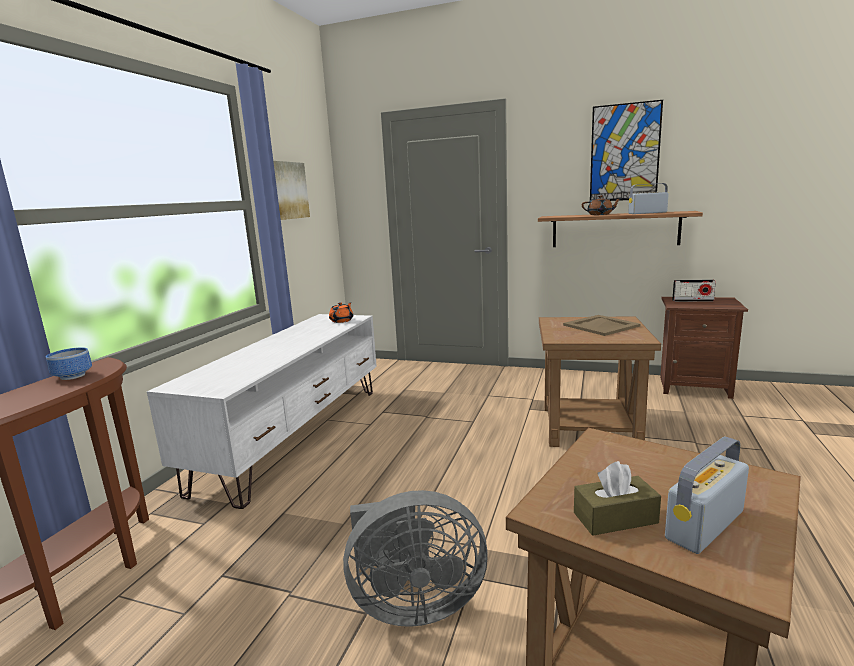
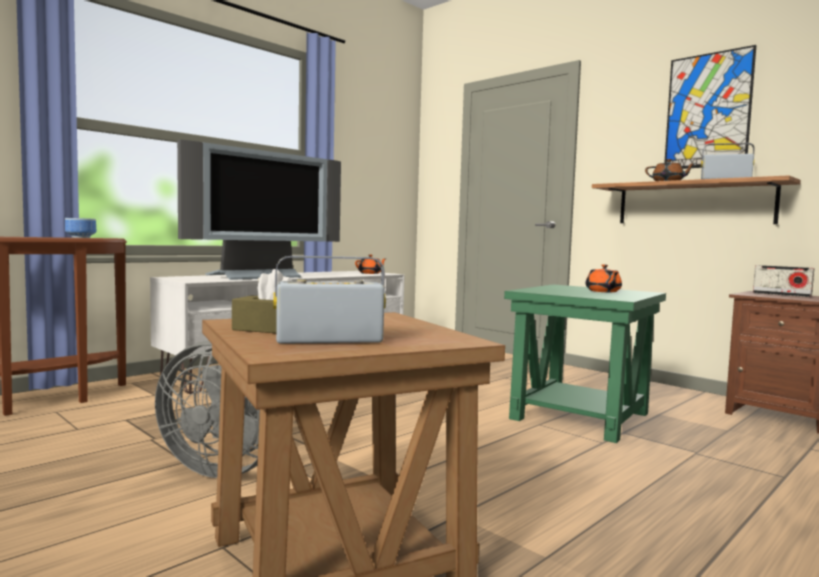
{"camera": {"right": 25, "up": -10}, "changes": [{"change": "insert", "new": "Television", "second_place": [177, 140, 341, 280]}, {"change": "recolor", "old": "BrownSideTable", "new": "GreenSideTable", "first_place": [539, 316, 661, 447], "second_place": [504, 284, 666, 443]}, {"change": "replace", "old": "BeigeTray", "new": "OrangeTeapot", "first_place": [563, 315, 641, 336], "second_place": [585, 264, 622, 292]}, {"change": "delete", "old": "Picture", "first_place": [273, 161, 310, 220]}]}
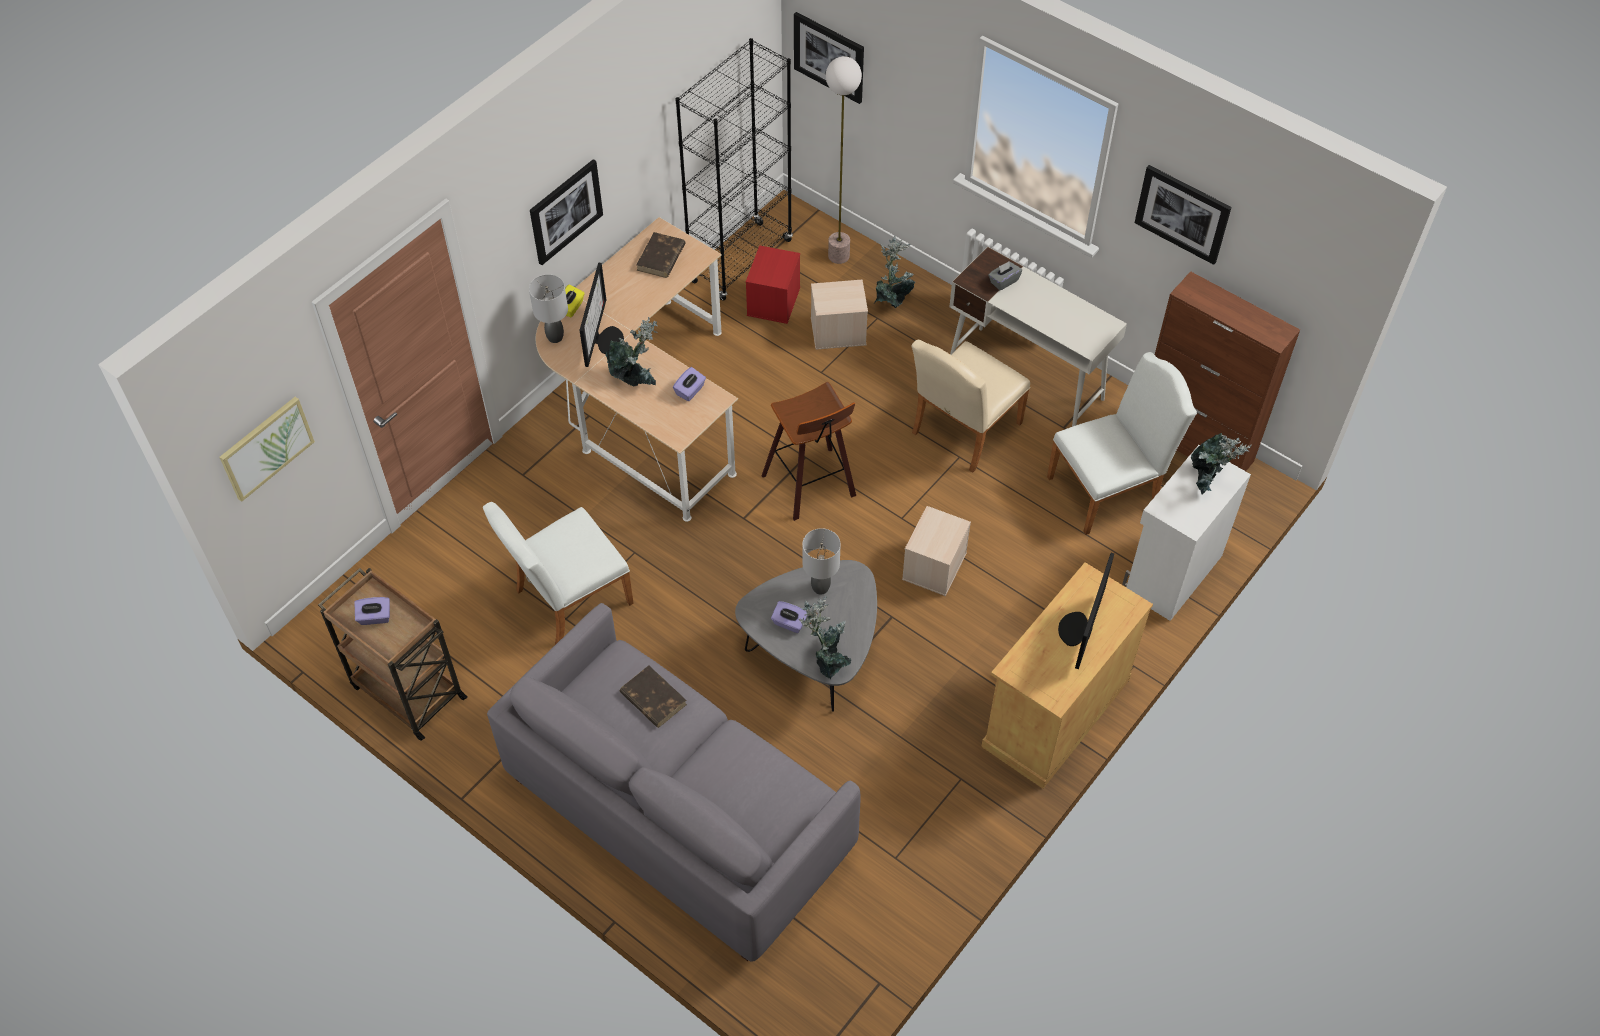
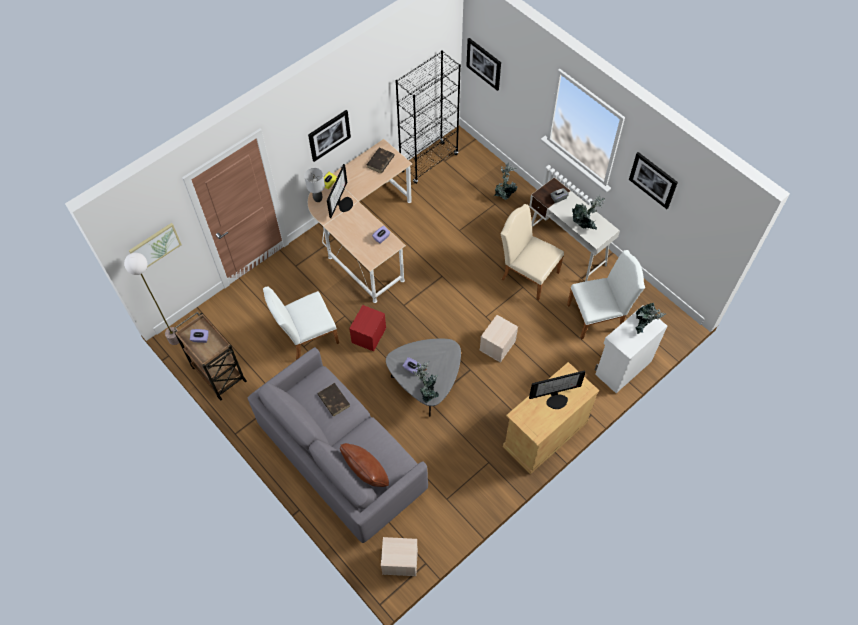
{"camera": {"right": 10, "up": 5}, "changes": [{"change": "move", "old": "FloorLamp", "first_place": [826, 56, 862, 264], "second_place": [124, 253, 179, 345]}, {"change": "insert", "new": "BrownPillow", "second_place": [340, 443, 389, 487]}, {"change": "move", "old": "RedStorageBox", "first_place": [746, 245, 800, 324], "second_place": [349, 305, 386, 352]}, {"change": "move", "old": "BeigeStorageBox", "first_place": [811, 280, 868, 350], "second_place": [381, 537, 418, 576]}, {"change": "rotate", "old": "BeigeChair", "first_place": [911, 339, 1030, 473], "second_place": [501, 204, 564, 301], "degrees": 75}, {"change": "rotate", "old": "Monitor", "first_place": [1058, 553, 1114, 669], "second_place": [529, 370, 585, 409], "degrees": -135}, {"change": "move", "old": "PottedPlant", "first_place": [605, 317, 658, 386], "second_place": [572, 195, 605, 230]}, {"change": "delete", "old": "Stool", "first_place": [762, 382, 856, 521]}, {"change": "delete", "old": "GreyTableLamp", "first_place": [803, 528, 841, 595]}, {"change": "delete", "old": "BrownCabinet", "first_place": [1155, 271, 1300, 471]}]}
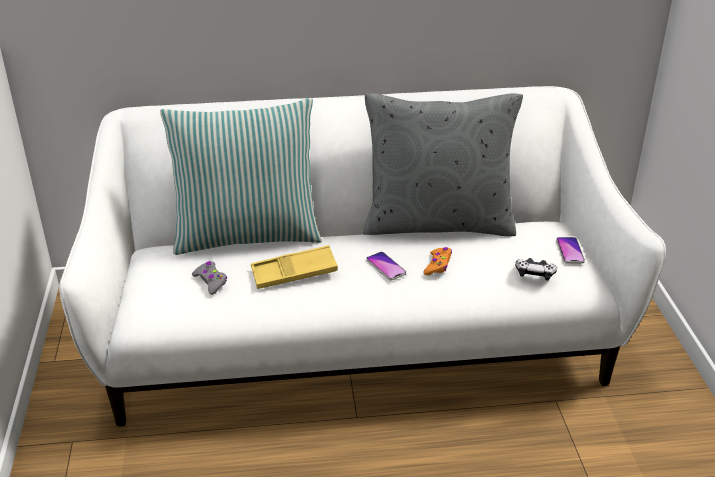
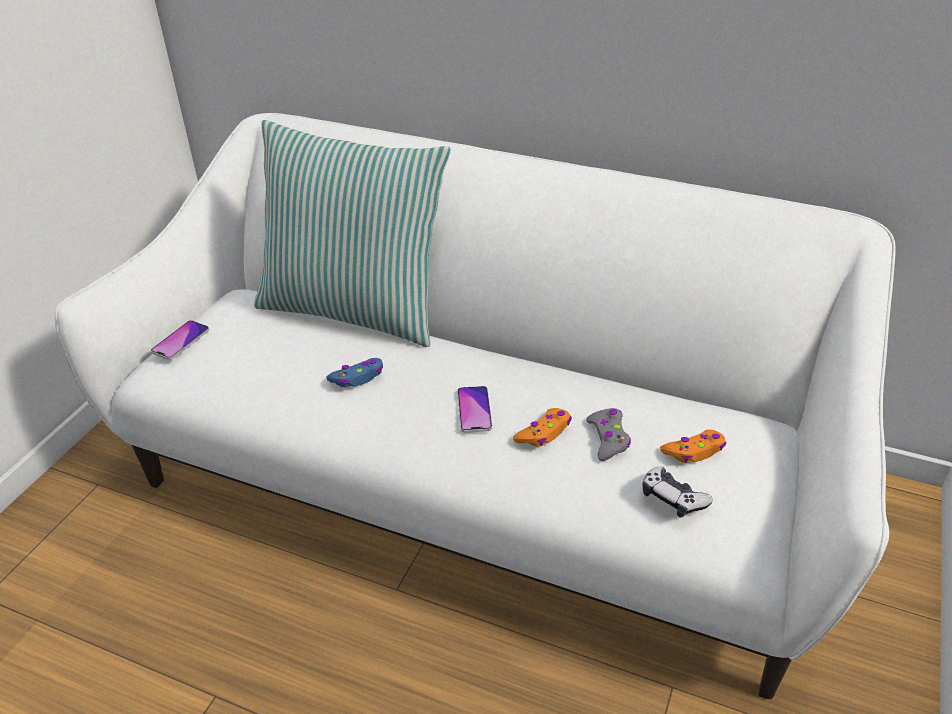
{"camera": {"right": 30, "up": 5}, "changes": [{"change": "move", "old": "Phone", "first_place": [556, 237, 585, 263], "second_place": [151, 320, 209, 360]}, {"change": "replace", "old": "YellowTray", "new": "BlueGameController", "first_place": [251, 245, 338, 289], "second_place": [326, 358, 383, 387]}, {"change": "move", "old": "GreyGameController", "first_place": [192, 261, 227, 295], "second_place": [586, 408, 631, 461]}, {"change": "insert", "new": "OrangeGameController", "second_place": [660, 429, 726, 463]}, {"change": "delete", "old": "GreyPillow", "first_place": [363, 93, 523, 236]}]}
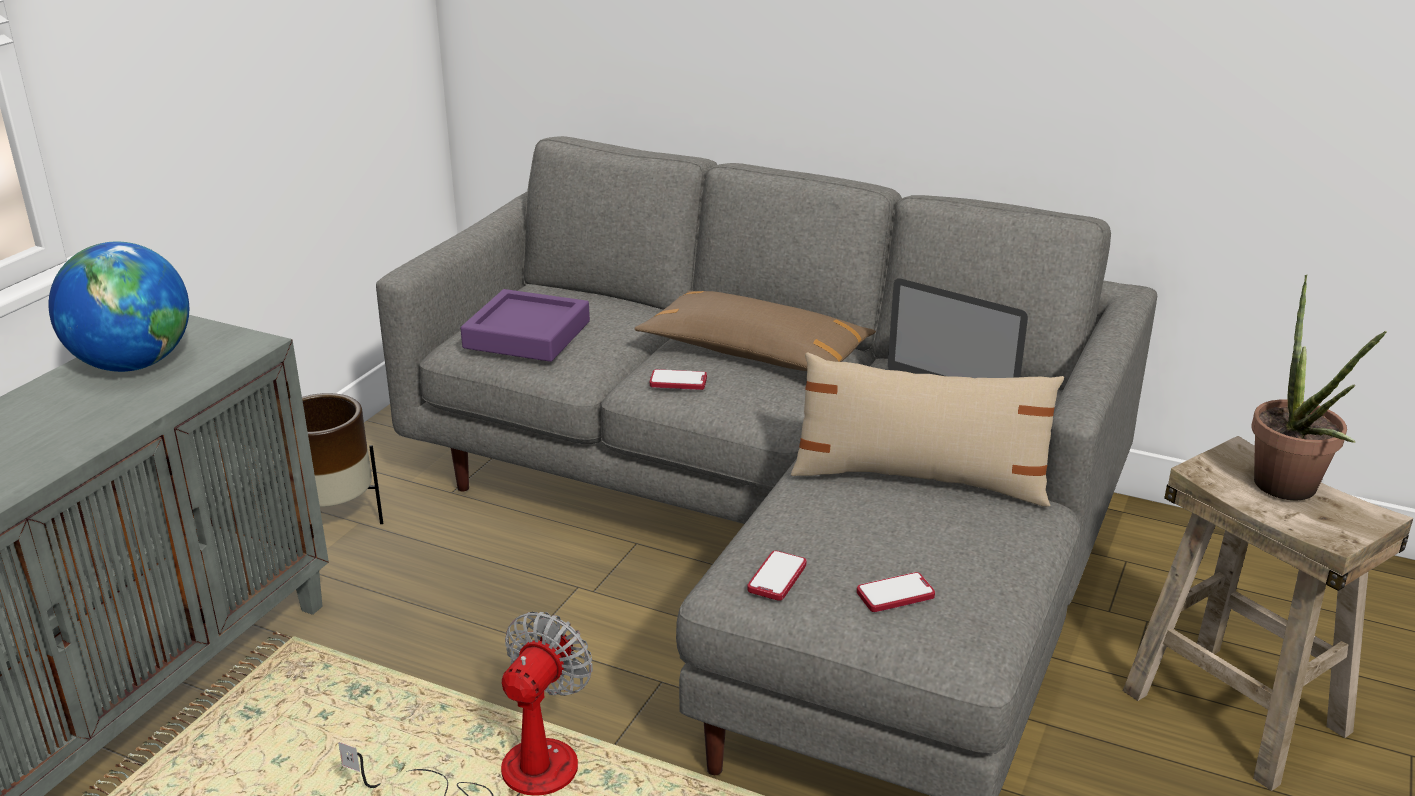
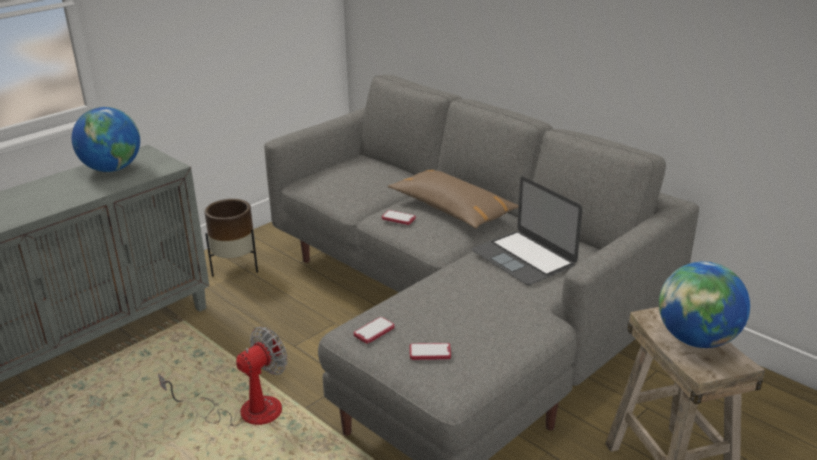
{"camera": {"right": 20, "up": 0}, "changes": [{"change": "replace", "old": "PottedPlant", "new": "Globe", "first_place": [1252, 275, 1387, 500], "second_place": [659, 262, 750, 348]}, {"change": "delete", "old": "PurpleTray", "first_place": [461, 289, 590, 362]}, {"change": "delete", "old": "BeigePillow", "first_place": [791, 352, 1064, 507]}]}
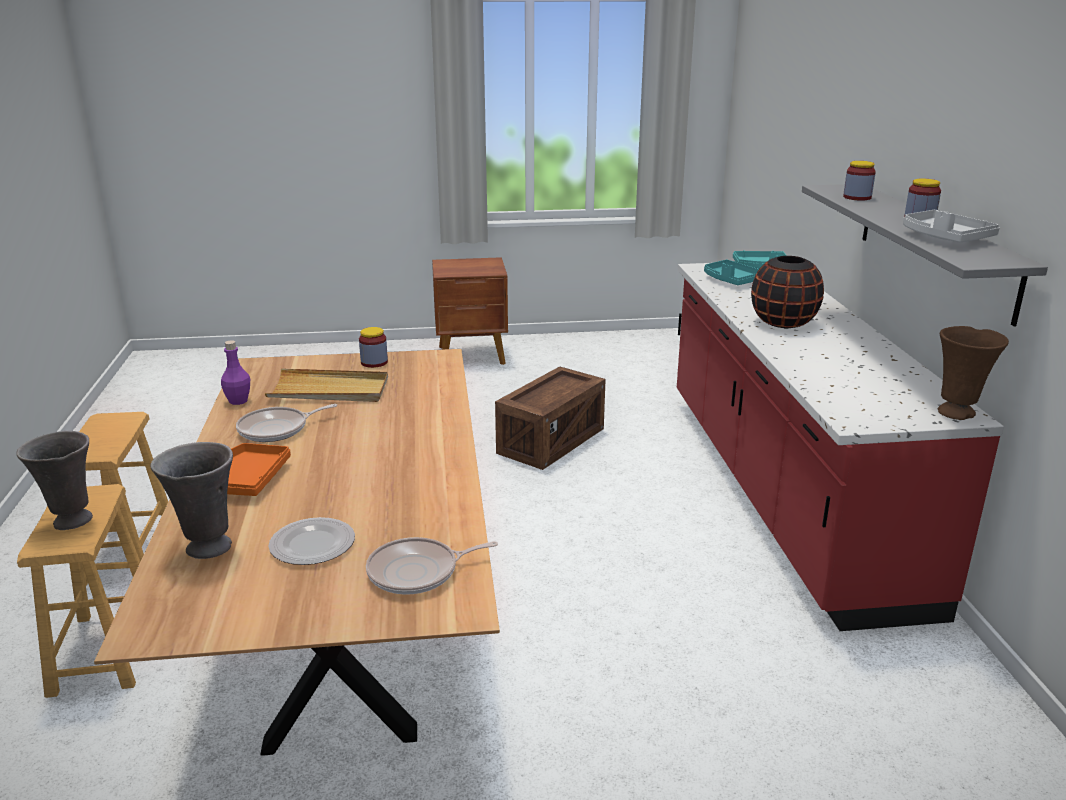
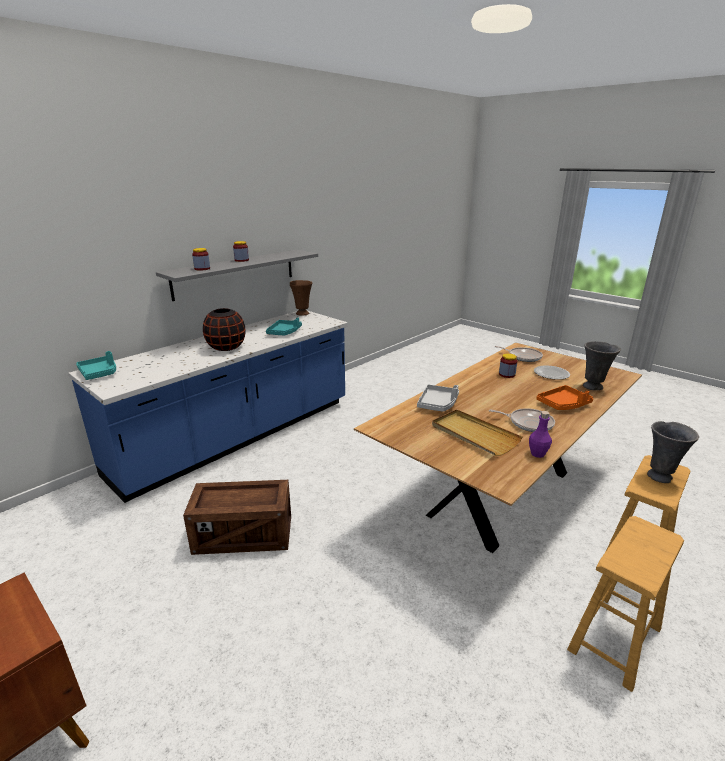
{"camera": {"right": -130, "up": 0}, "changes": [{"change": "recolor", "old": "RedCounter", "new": "BlueCounter", "first_place": [677, 263, 1004, 631], "second_place": [69, 311, 348, 503]}, {"change": "move", "old": "TurquoiseTray", "first_place": [704, 260, 759, 285], "second_place": [266, 318, 302, 335]}, {"change": "move", "old": "GreyTray", "first_place": [903, 210, 1000, 243], "second_place": [417, 384, 459, 412]}, {"change": "move", "old": "Jar", "first_place": [359, 327, 388, 368], "second_place": [499, 353, 517, 378]}]}
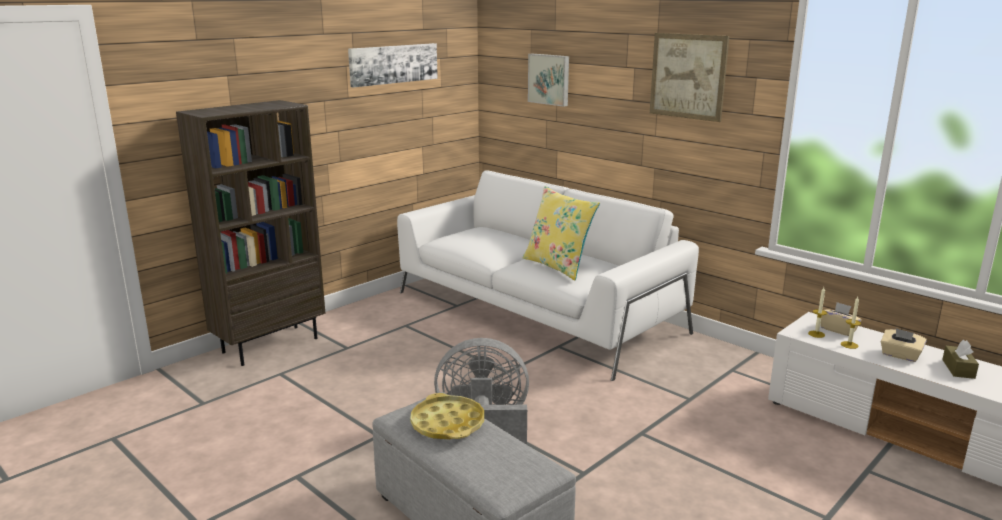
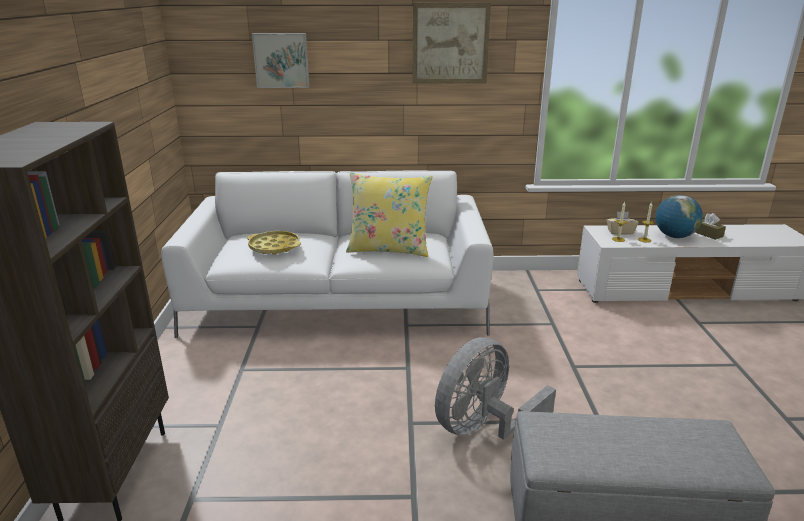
{"camera": {"right": -45, "up": 5}, "changes": [{"change": "move", "old": "YellowTray", "first_place": [410, 393, 484, 440], "second_place": [247, 231, 301, 255]}, {"change": "replace", "old": "BeigeTissueBox", "new": "Globe", "first_place": [881, 328, 927, 362], "second_place": [655, 195, 703, 238]}, {"change": "delete", "old": "Picture", "first_place": [348, 43, 438, 88]}]}
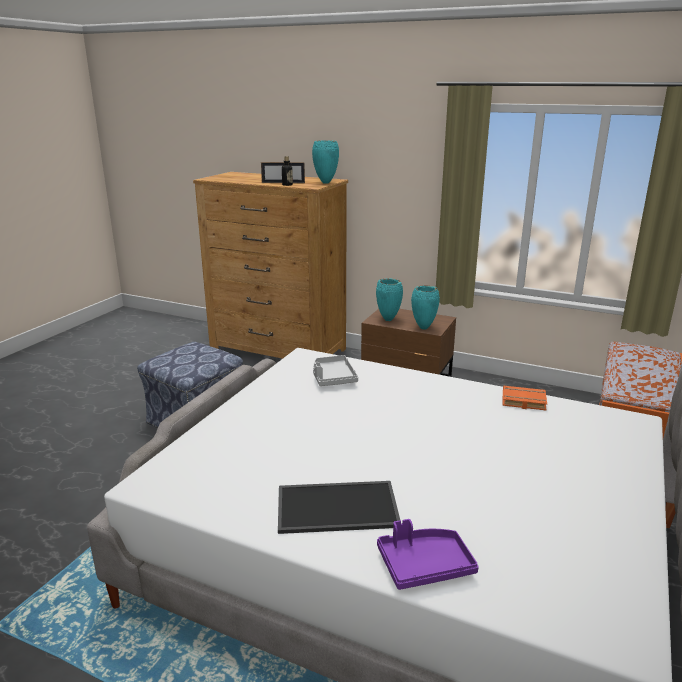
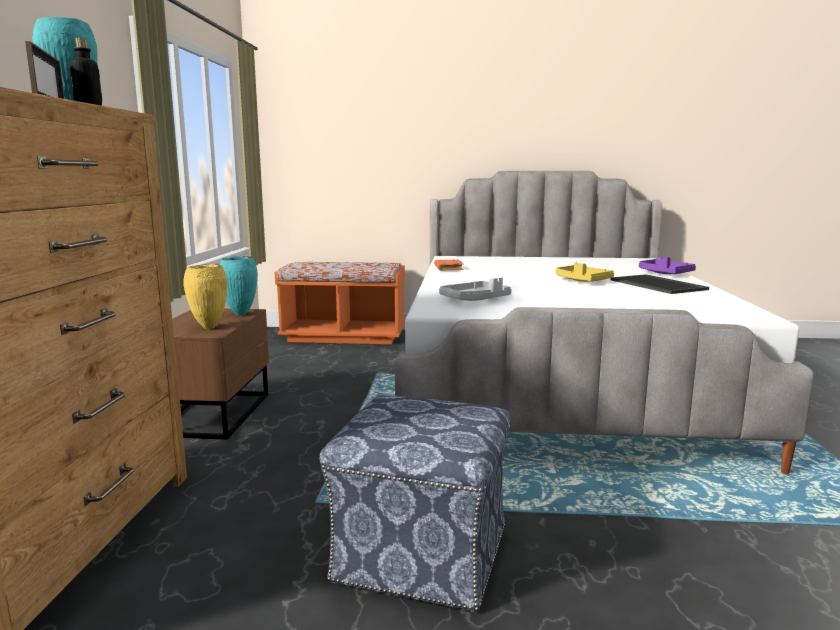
{"camera": {"right": -110, "up": -10}, "changes": [{"change": "recolor", "old": "TurquoiseVase", "new": "YellowVase", "first_place": [376, 278, 403, 321], "second_place": [184, 264, 227, 329]}, {"change": "insert", "new": "YellowTray", "second_place": [555, 262, 614, 282]}]}
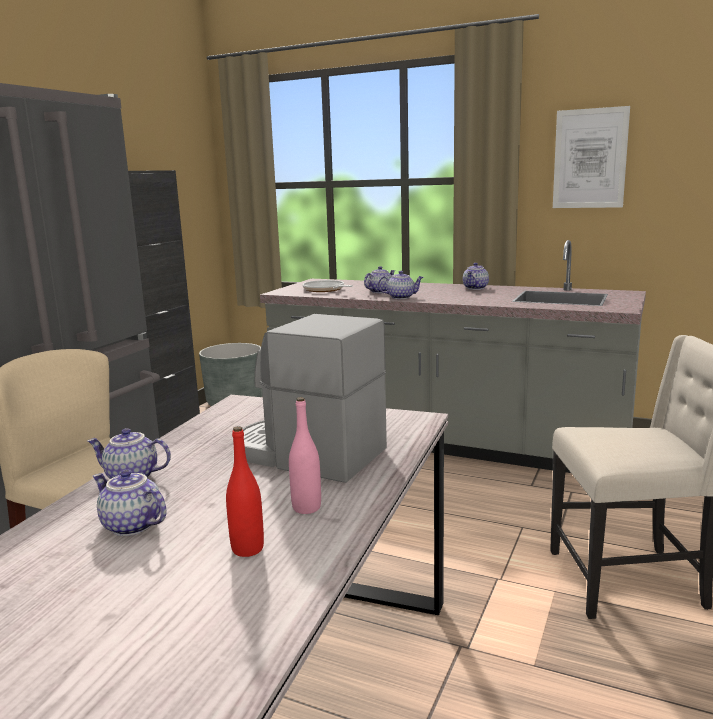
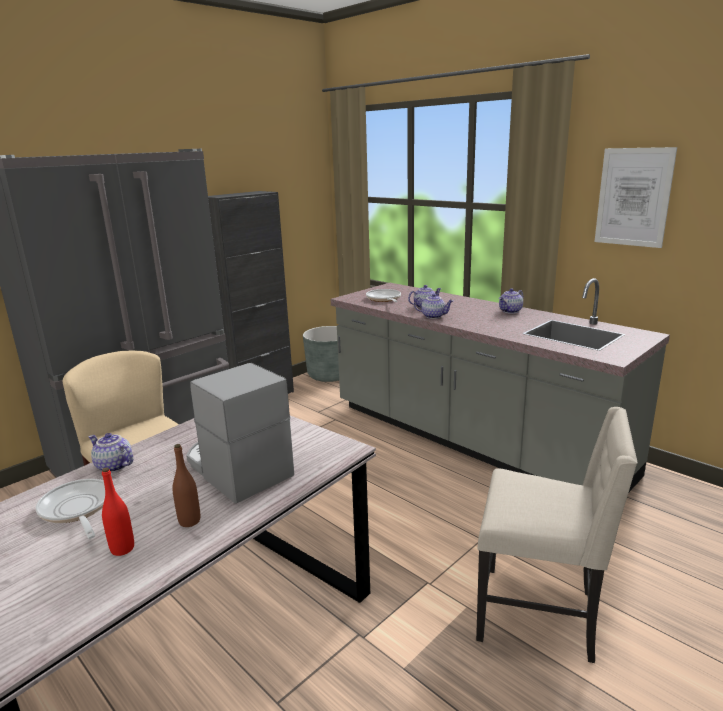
{"camera": {"right": 20, "up": 5}, "changes": [{"change": "replace", "old": "Teapot", "new": "FryingPan", "first_place": [93, 469, 167, 536], "second_place": [36, 479, 105, 539]}, {"change": "recolor", "old": "PinkBottle", "new": "BrownBottle", "first_place": [289, 397, 321, 514], "second_place": [172, 444, 200, 527]}]}
